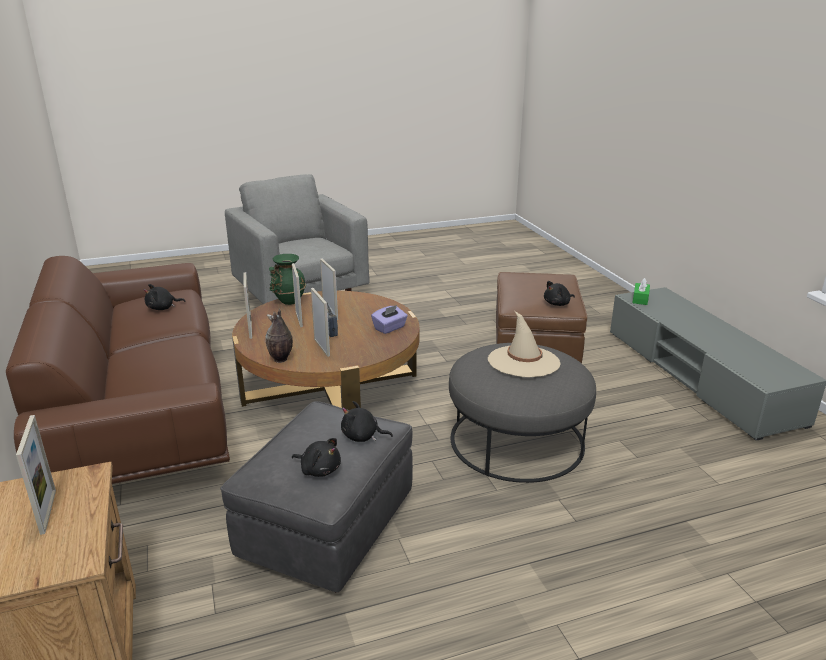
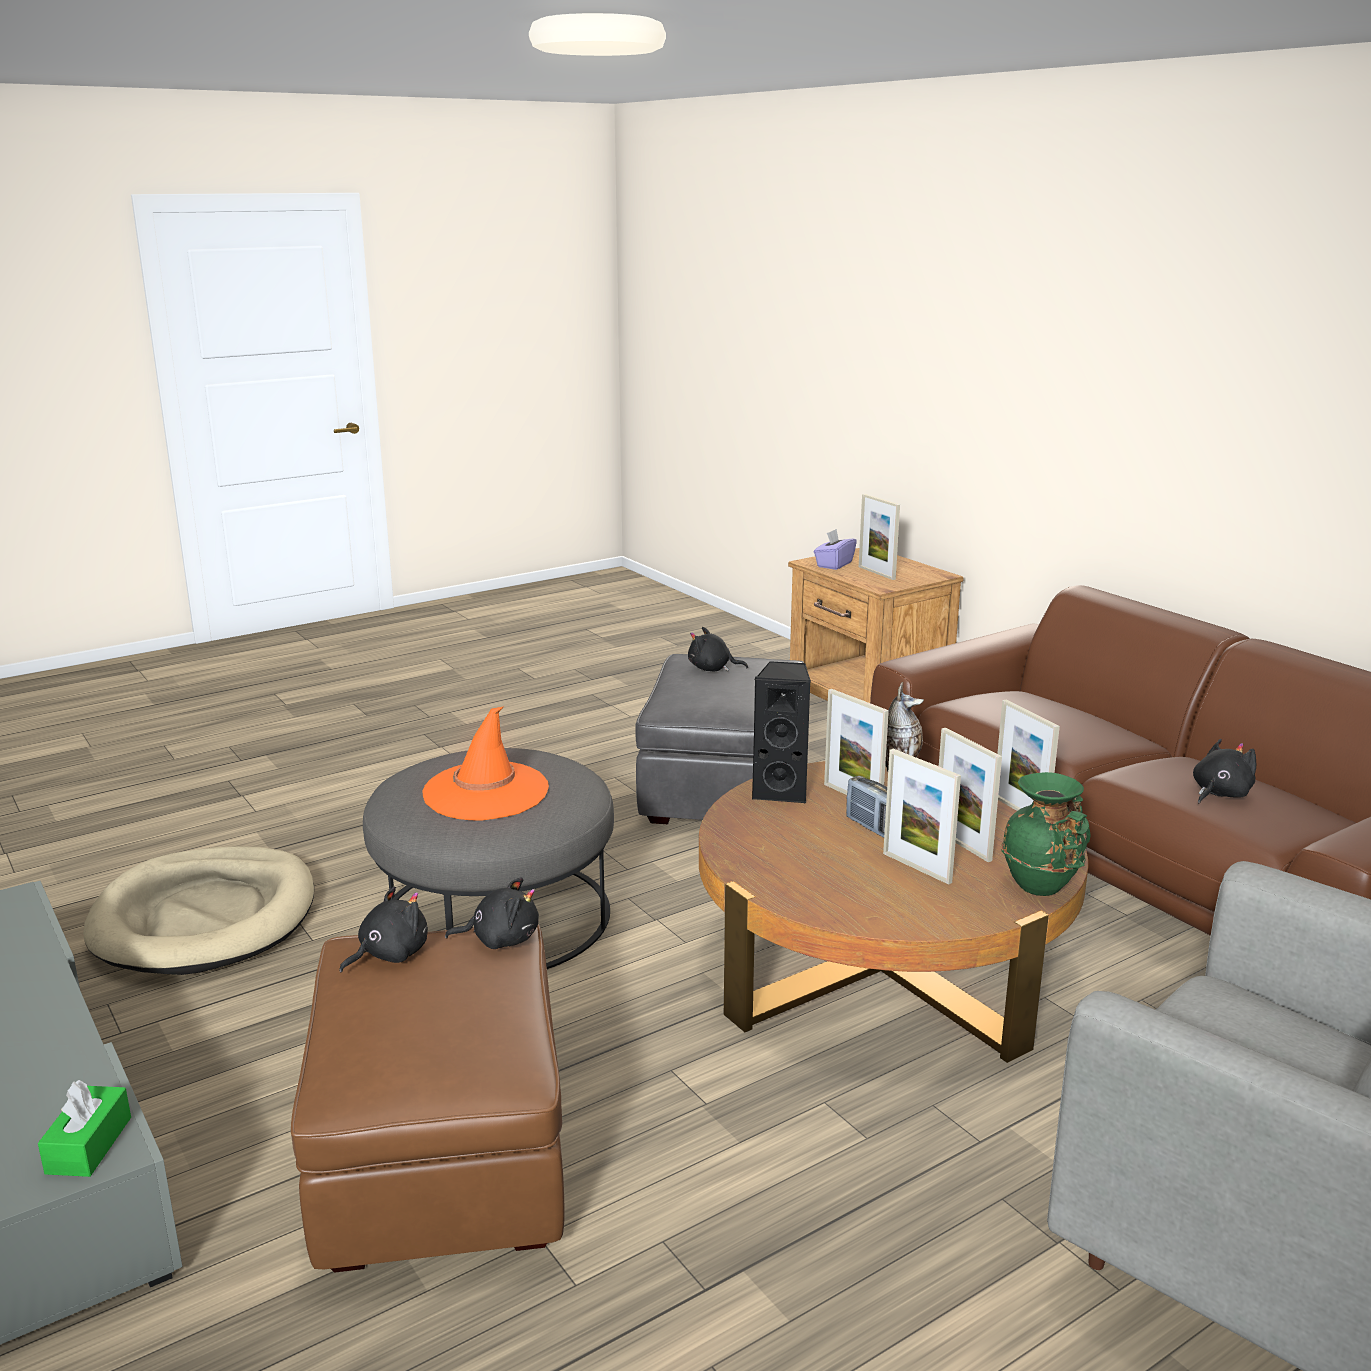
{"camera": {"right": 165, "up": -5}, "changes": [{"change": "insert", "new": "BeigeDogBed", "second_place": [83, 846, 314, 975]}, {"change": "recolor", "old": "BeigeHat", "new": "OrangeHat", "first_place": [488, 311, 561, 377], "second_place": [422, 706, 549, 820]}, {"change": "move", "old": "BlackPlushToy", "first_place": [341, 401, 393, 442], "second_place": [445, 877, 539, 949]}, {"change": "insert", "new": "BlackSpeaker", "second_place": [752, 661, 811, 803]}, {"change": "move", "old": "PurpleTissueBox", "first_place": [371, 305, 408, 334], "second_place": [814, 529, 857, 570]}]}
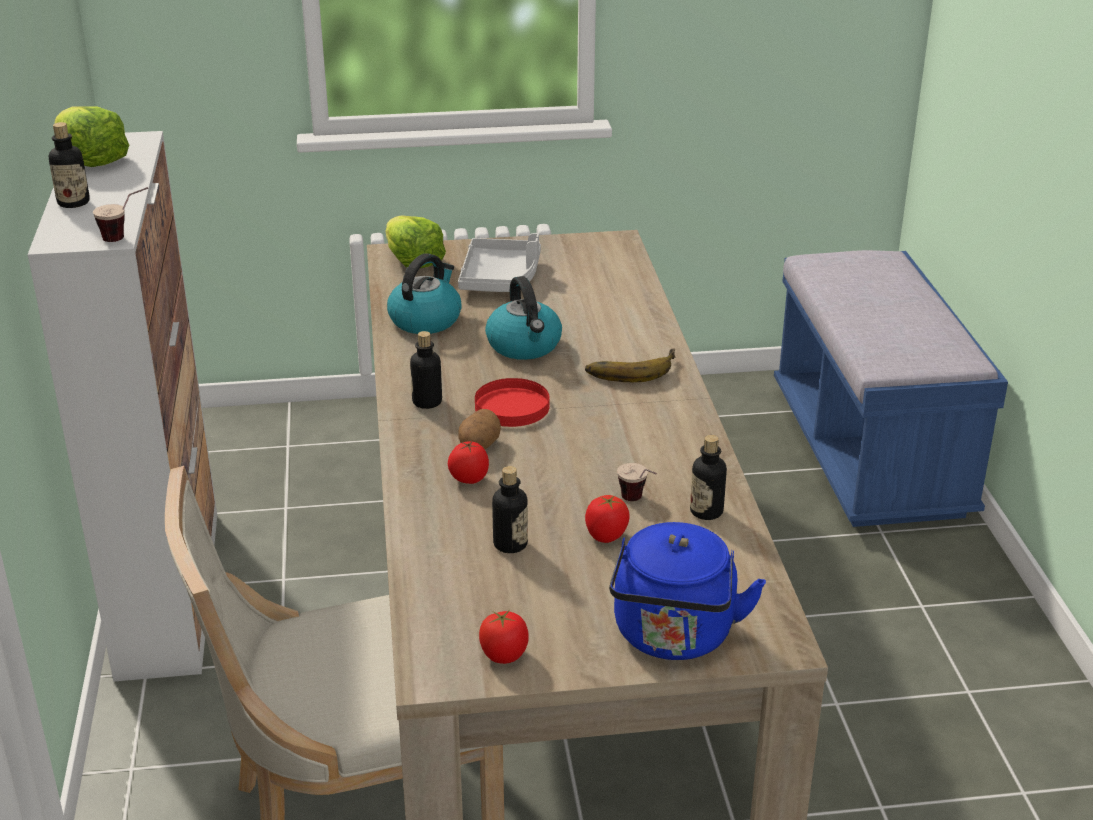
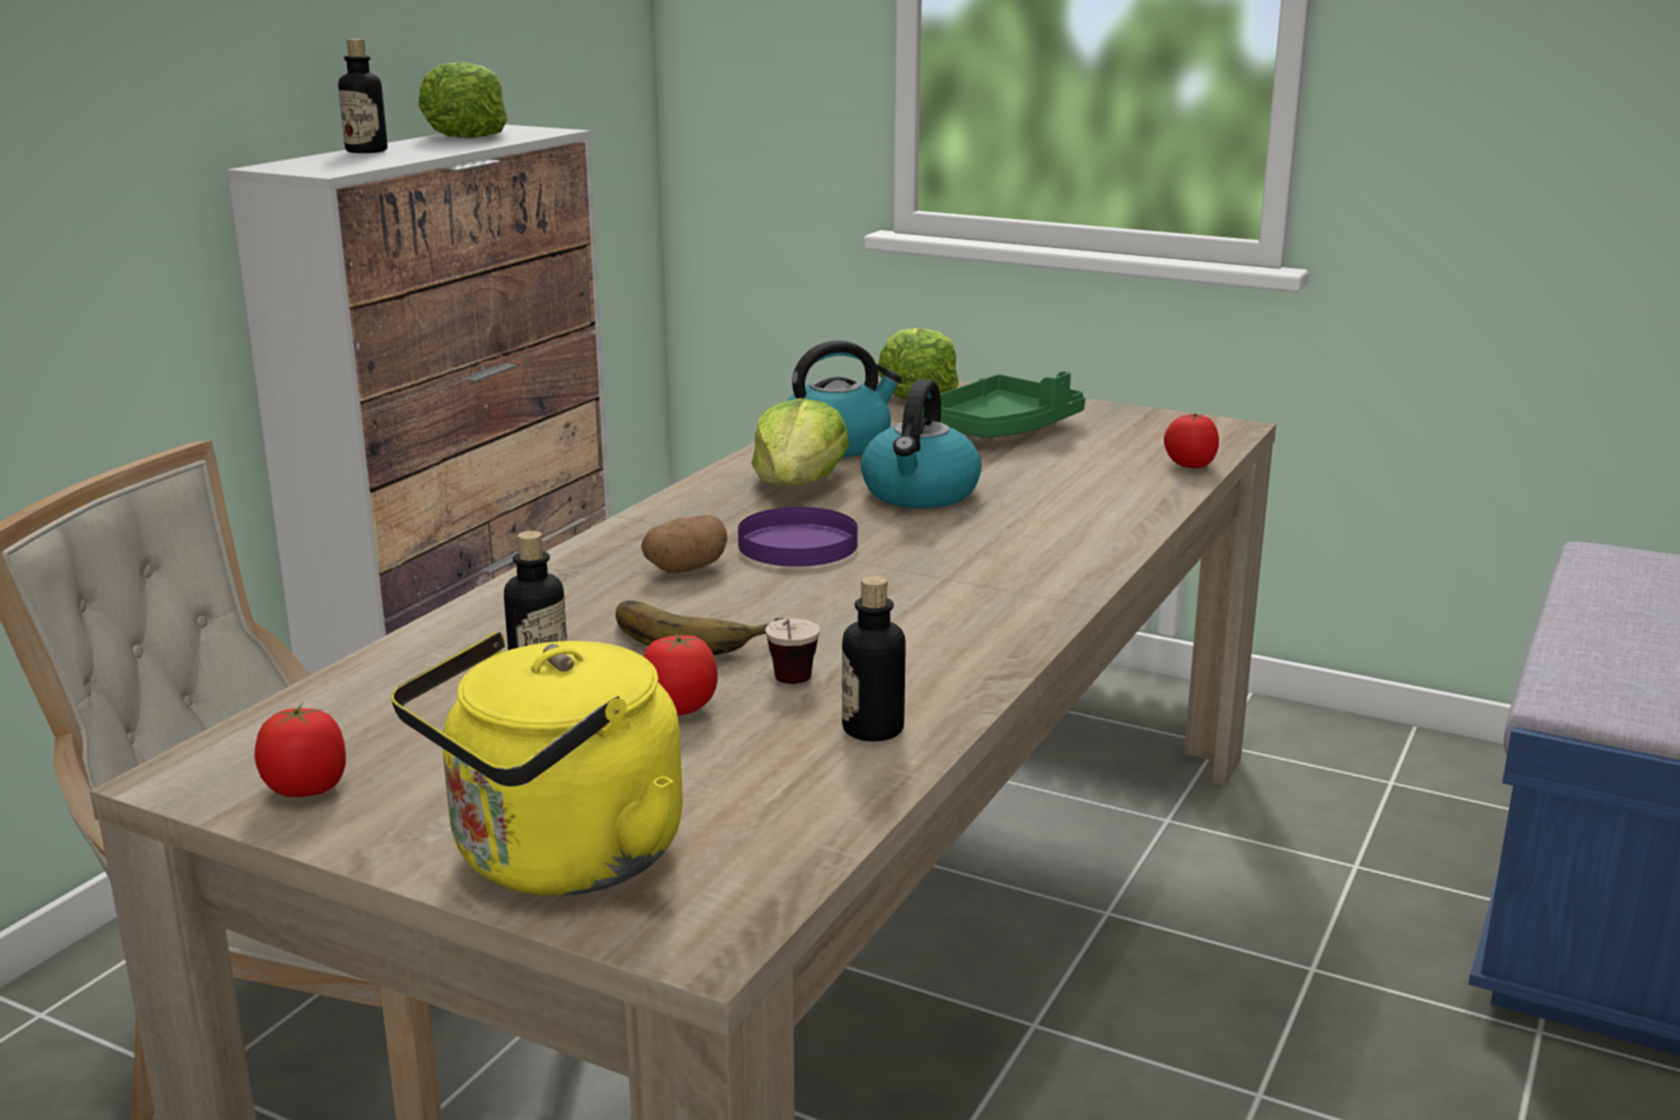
{"camera": {"right": 35, "up": -10}, "changes": [{"change": "recolor", "old": "BlueKettle", "new": "YellowKettle", "first_place": [609, 522, 766, 660], "second_place": [391, 632, 683, 896]}, {"change": "move", "old": "Banana", "first_place": [585, 348, 676, 382], "second_place": [616, 600, 784, 655]}, {"change": "recolor", "old": "RedPlate", "new": "PurplePlate", "first_place": [475, 378, 549, 427], "second_place": [738, 507, 858, 567]}, {"change": "insert", "new": "Lettuce", "second_place": [751, 398, 849, 486]}, {"change": "recolor", "old": "GreyTray", "new": "GreenTray", "first_place": [458, 233, 541, 292], "second_place": [921, 371, 1085, 438]}, {"change": "move", "old": "Tomato", "first_place": [448, 441, 489, 484], "second_place": [1164, 413, 1219, 468]}, {"change": "delete", "old": "Cup", "first_place": [93, 187, 148, 242]}, {"change": "delete", "old": "Bottle", "first_place": [410, 331, 442, 409]}]}
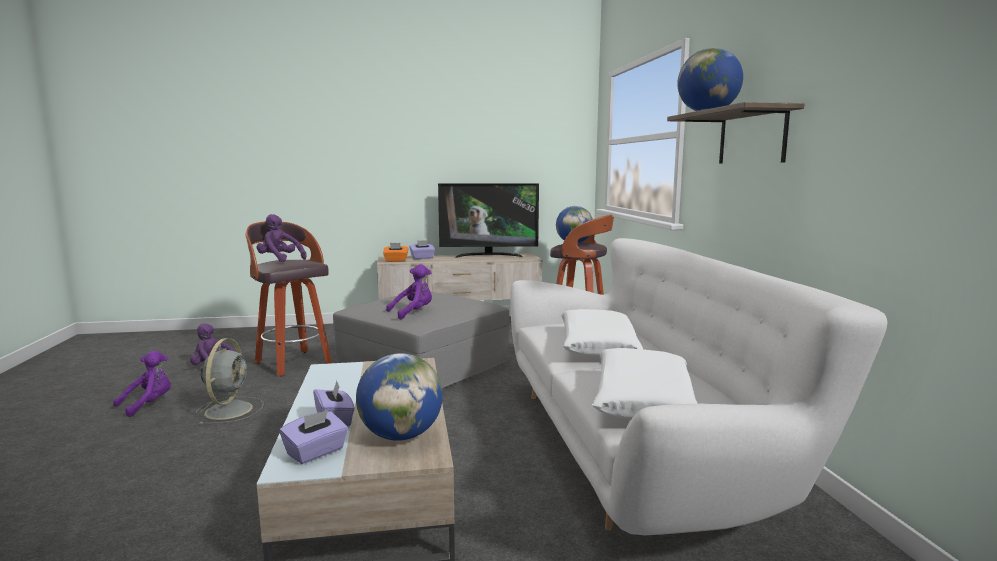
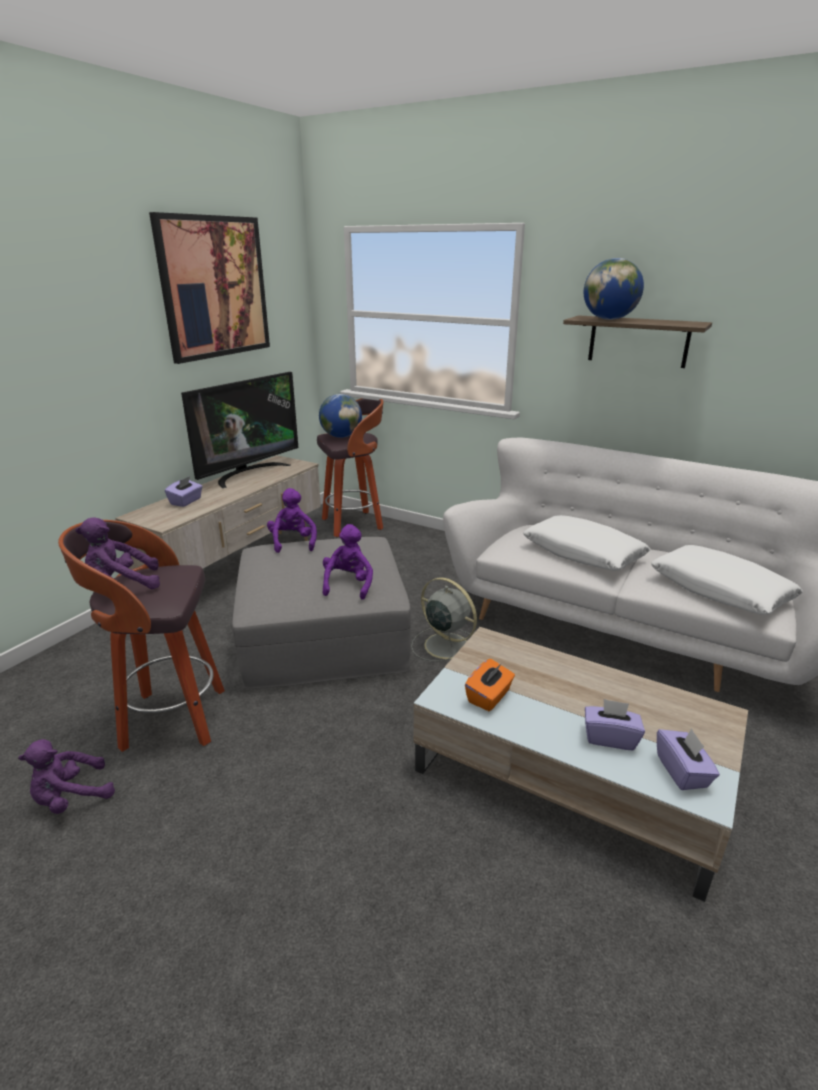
{"camera": {"right": -50, "up": 15}, "changes": [{"change": "insert", "new": "Picture", "second_place": [149, 212, 270, 364]}, {"change": "move", "old": "PurplePlushToy", "first_place": [113, 351, 171, 417], "second_place": [267, 488, 317, 553]}, {"change": "move", "old": "GreyFan", "first_place": [196, 338, 264, 425], "second_place": [411, 577, 477, 661]}, {"change": "move", "old": "OrangeTissueBox", "first_place": [383, 243, 409, 262], "second_place": [465, 659, 515, 711]}, {"change": "delete", "old": "Globe", "first_place": [356, 353, 443, 441]}]}
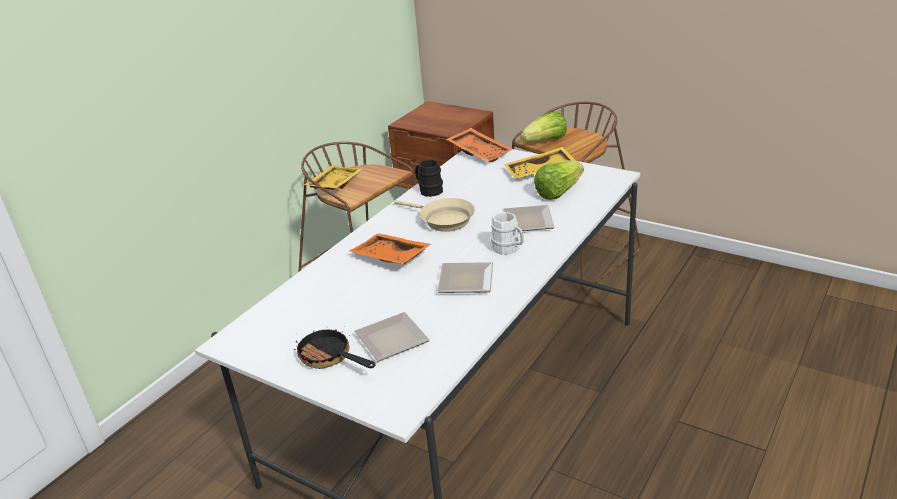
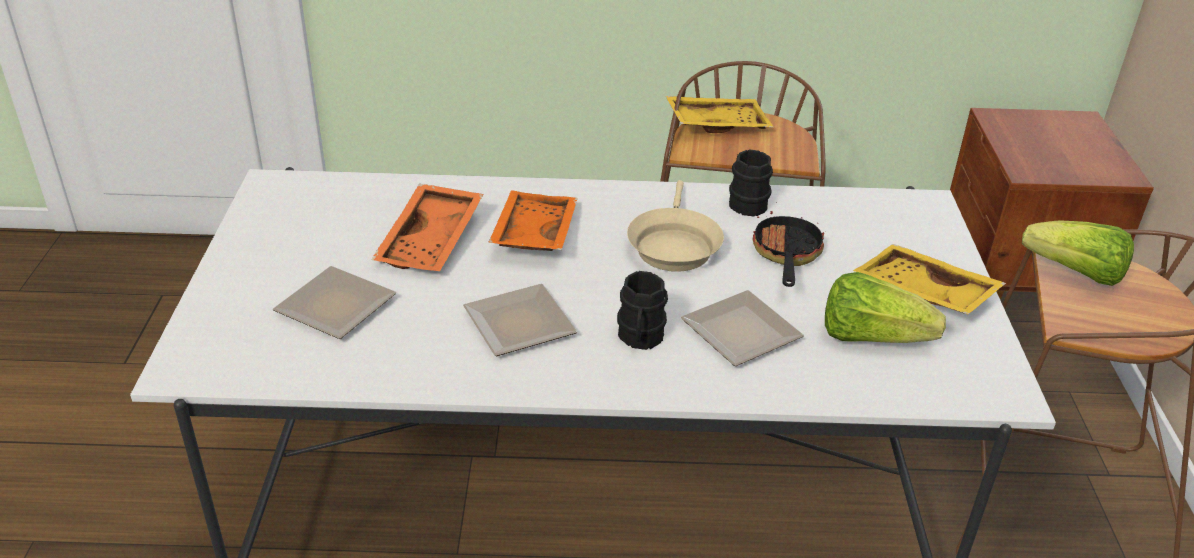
{"camera": {"right": 55, "up": 5}, "changes": [{"change": "move", "old": "OrangeTray", "first_place": [446, 128, 512, 162], "second_place": [371, 184, 483, 271]}, {"change": "recolor", "old": "WhiteMug", "new": "BlackMug", "first_place": [491, 212, 524, 255], "second_place": [617, 271, 668, 350]}, {"change": "move", "old": "FryingPan", "first_place": [294, 326, 375, 369], "second_place": [752, 202, 824, 287]}]}
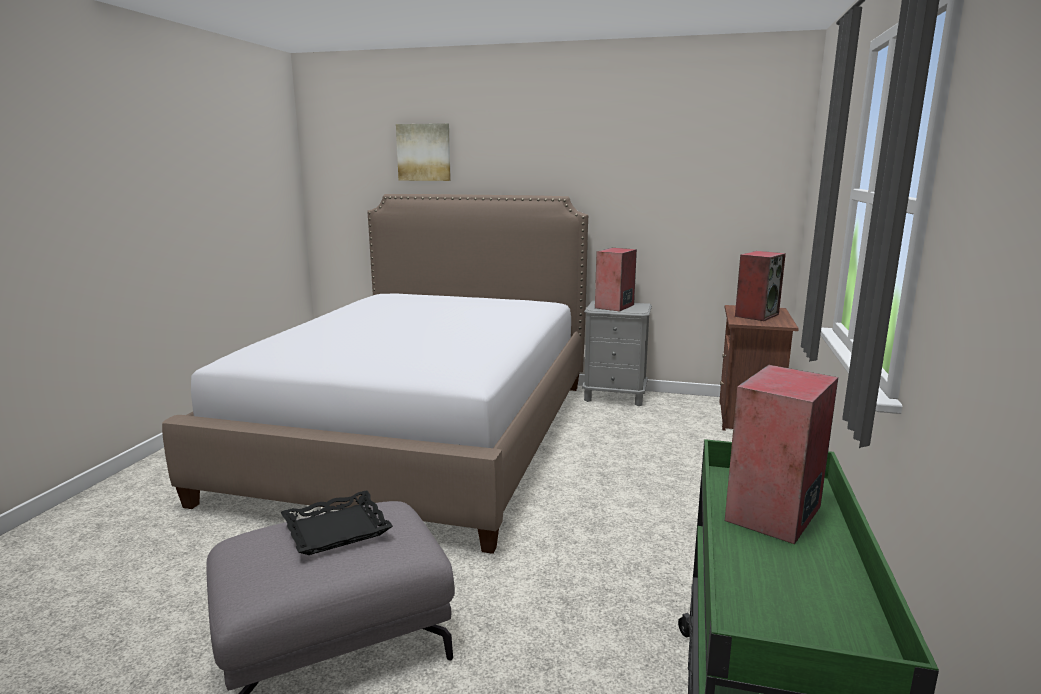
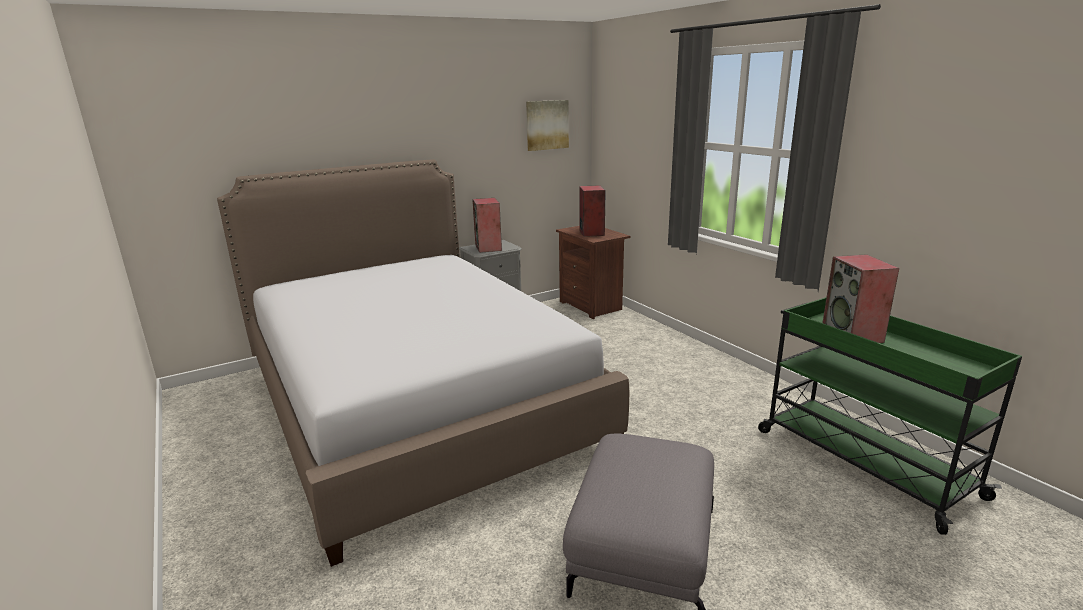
{"camera": {"right": -45, "up": 5}, "changes": [{"change": "move", "old": "Picture", "first_place": [396, 123, 451, 181], "second_place": [526, 100, 569, 151]}, {"change": "delete", "old": "BlackTray", "first_place": [281, 491, 393, 555]}]}
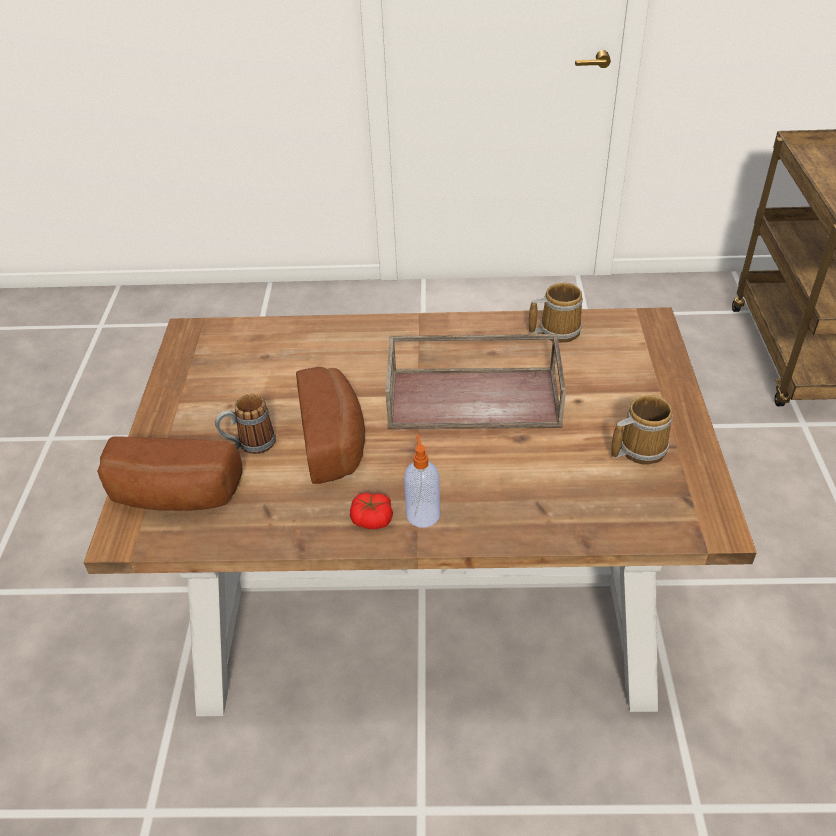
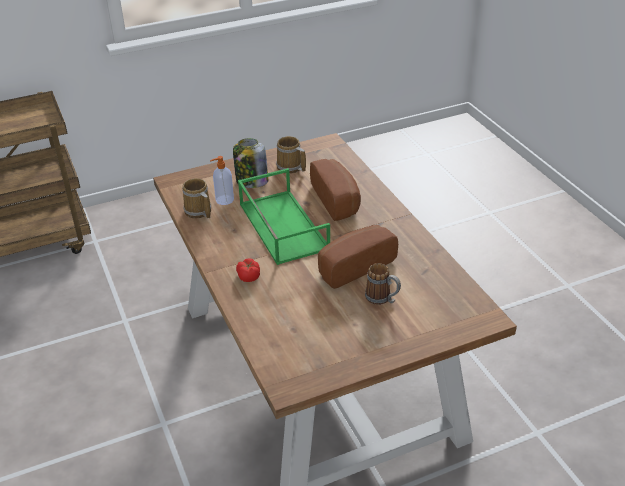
{"camera": {"right": -115, "up": -5}, "changes": [{"change": "move", "old": "SoapDispenser", "first_place": [404, 434, 440, 528], "second_place": [210, 156, 234, 205]}, {"change": "insert", "new": "Jar", "second_place": [233, 138, 268, 188]}, {"change": "move", "old": "Tomato", "first_place": [350, 493, 393, 529], "second_place": [236, 258, 260, 282]}, {"change": "recolor", "old": "BrownTray", "new": "GreenTray", "first_place": [385, 334, 566, 429], "second_place": [238, 168, 330, 265]}, {"change": "move", "old": "Bread", "first_place": [97, 436, 242, 511], "second_place": [310, 159, 361, 221]}]}
